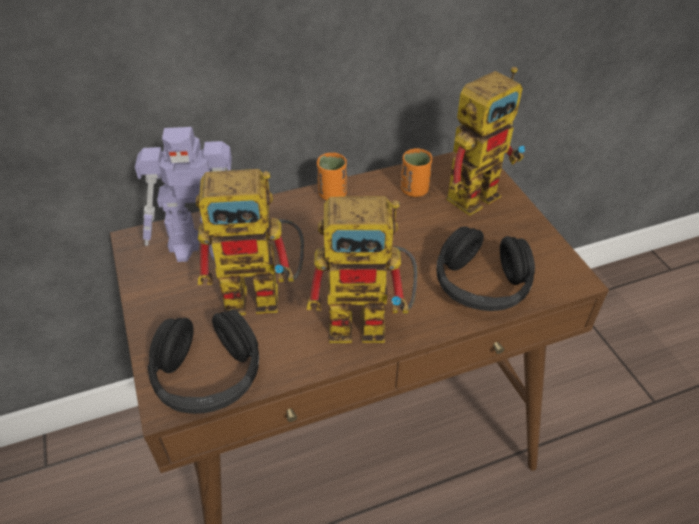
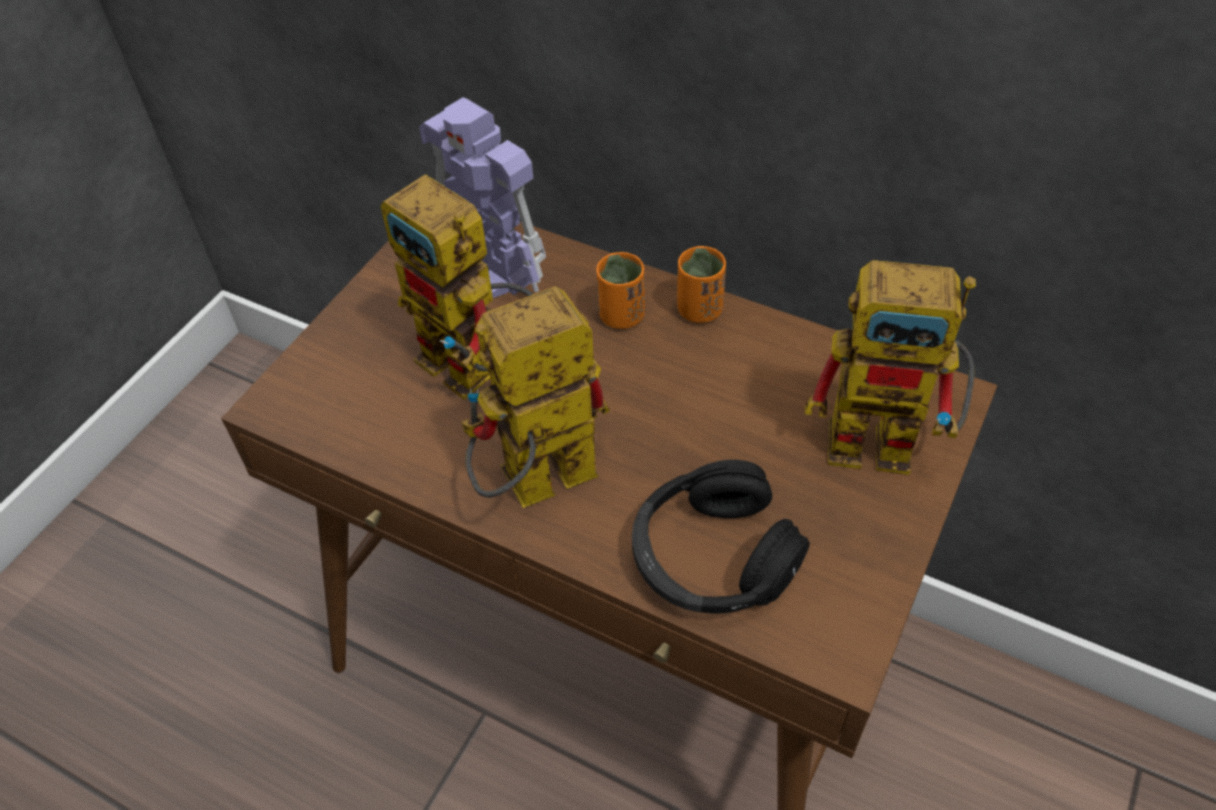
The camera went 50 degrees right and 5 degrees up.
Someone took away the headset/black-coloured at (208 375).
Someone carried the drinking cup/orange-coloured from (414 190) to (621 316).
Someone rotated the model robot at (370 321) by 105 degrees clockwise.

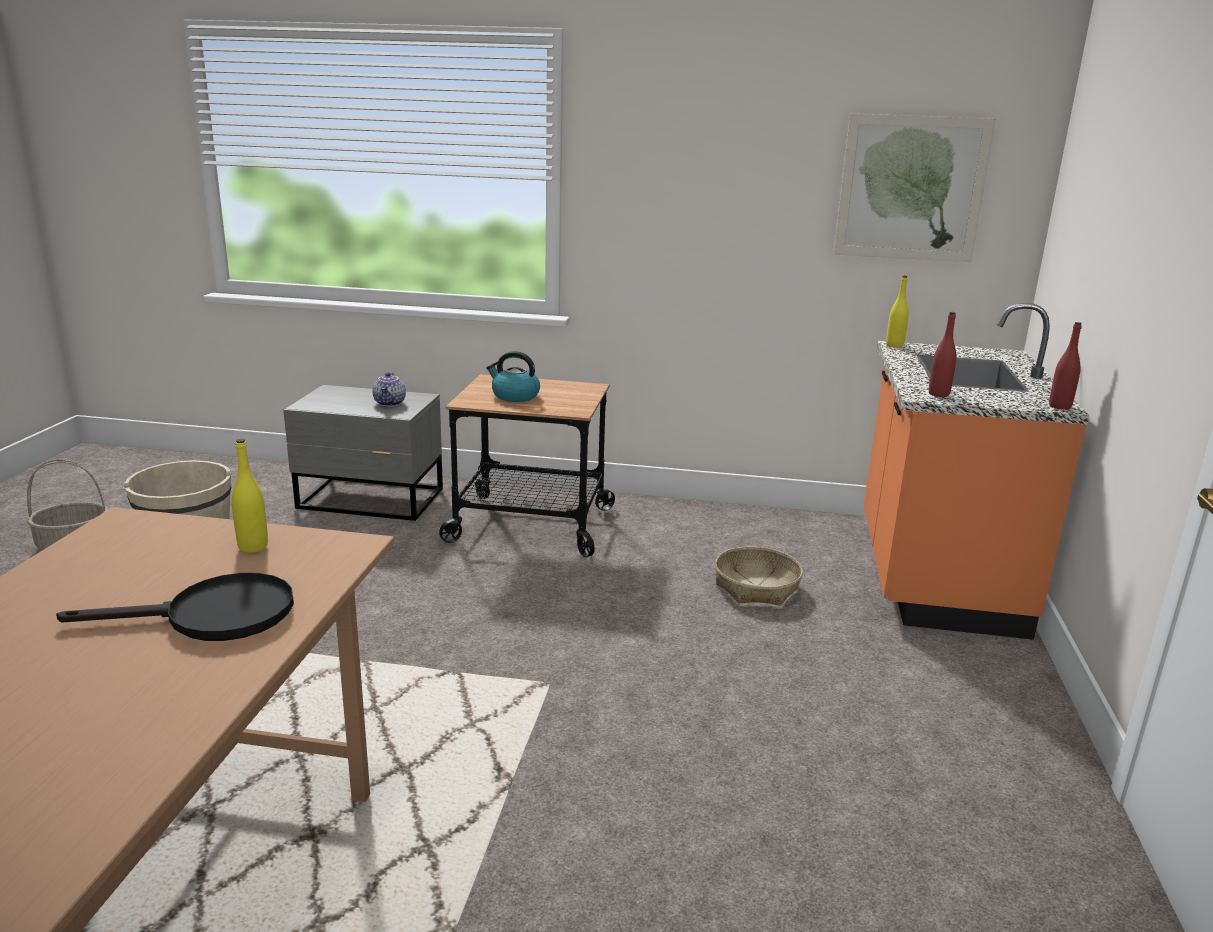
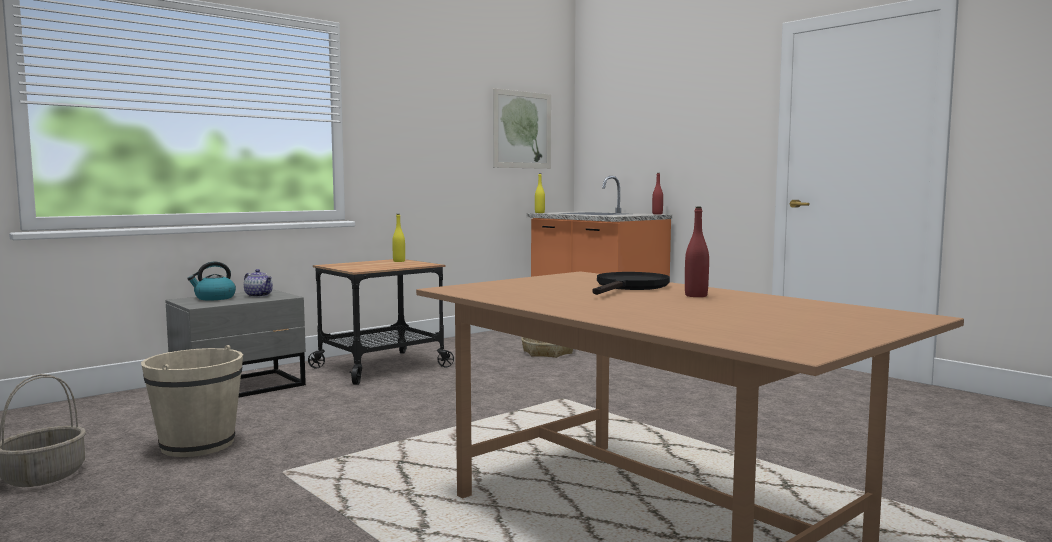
The camera went 50 degrees left and 15 degrees down.
Someone carried the beverage bottle/yellow from (253 547) to (399 261).
Someone carried the kettle from (514 396) to (214 298).
Someone carried the beverage bottle/red-coloured from (938 394) to (696 295).

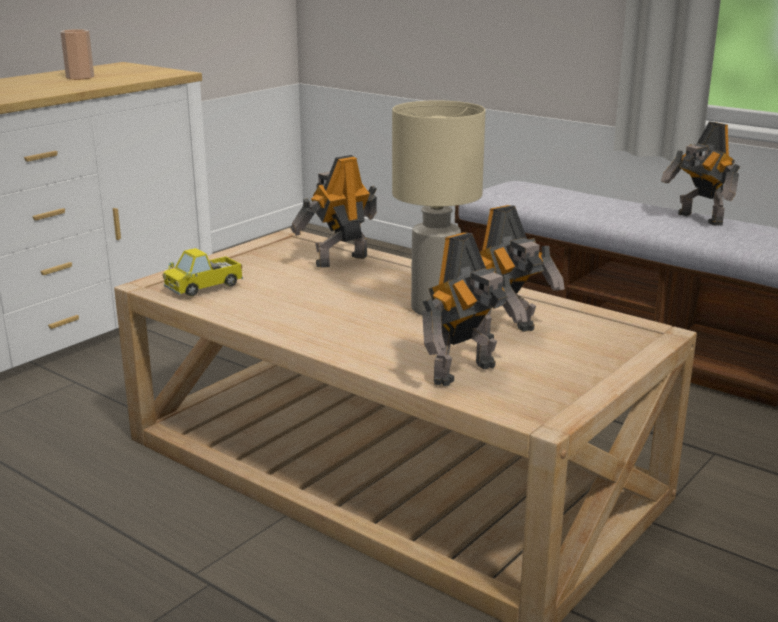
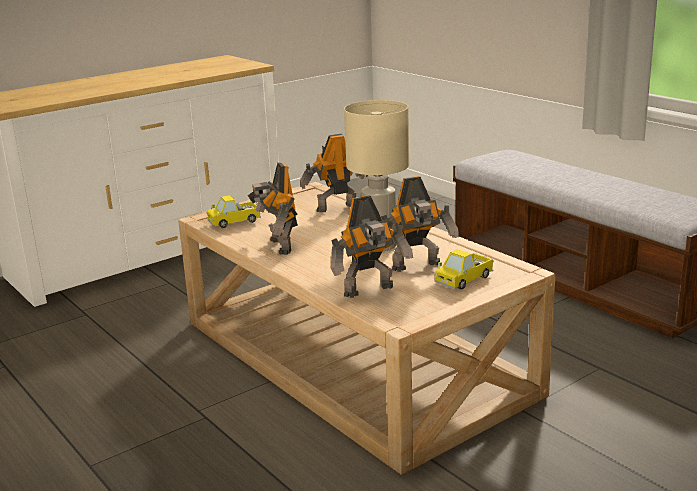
The camera went 15 degrees right and 0 degrees up.
Someone took away the drinking cup at (80 77).
Someone put down the toy truck at (464 280).
Someone carried the model robot from (698 219) to (278 246).

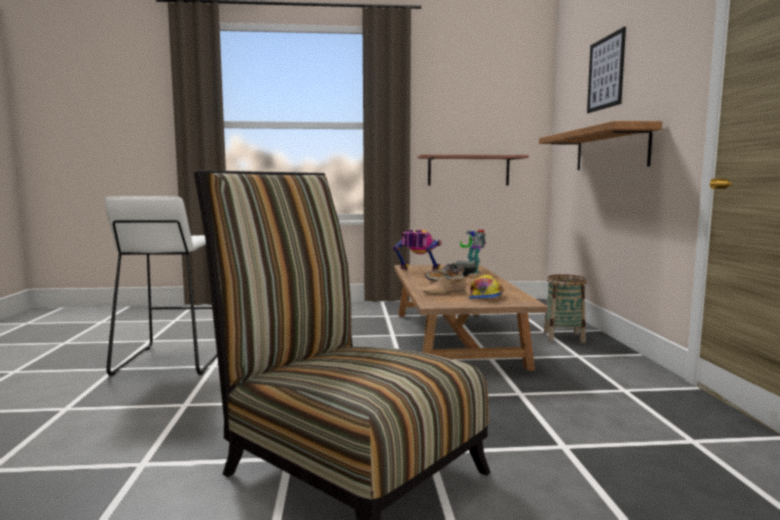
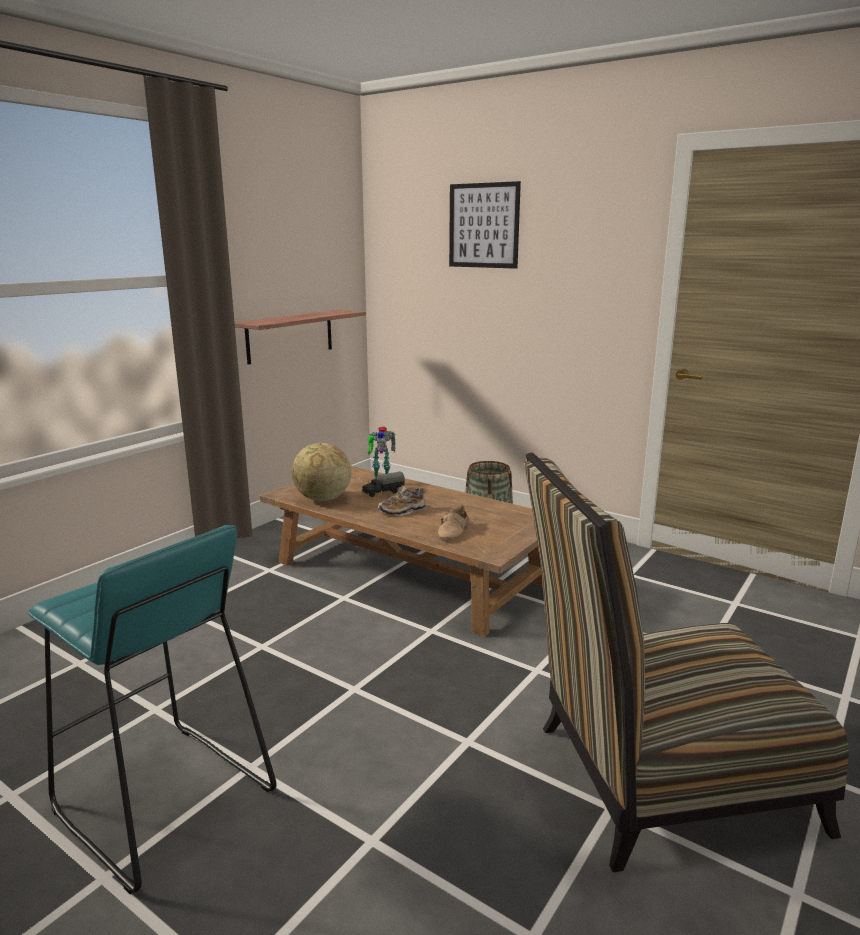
The camera went 50 degrees left and 10 degrees up.
Someone took away the peaked cap at (485 296).
Someone took away the shelf at (610 149).
Someone swapped the model robot at (417 271) for the desk globe at (322 499).
Someone repainted the stool/white at (170 361), which became the stool/turquoise-coloured at (163 802).

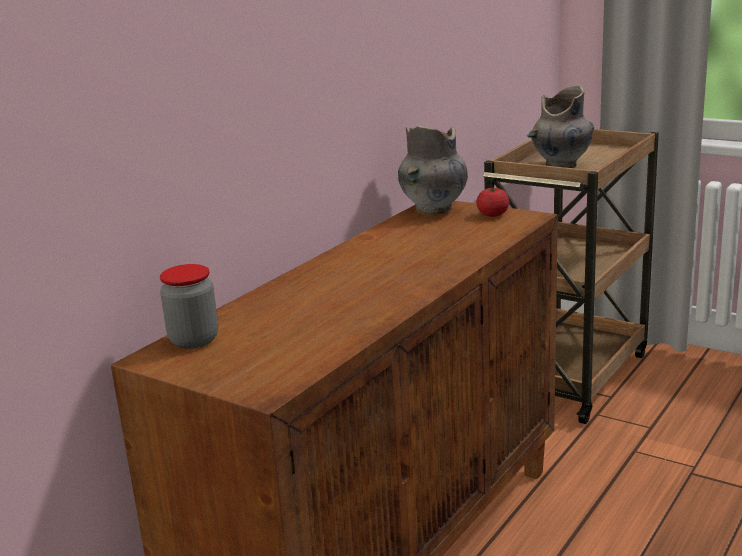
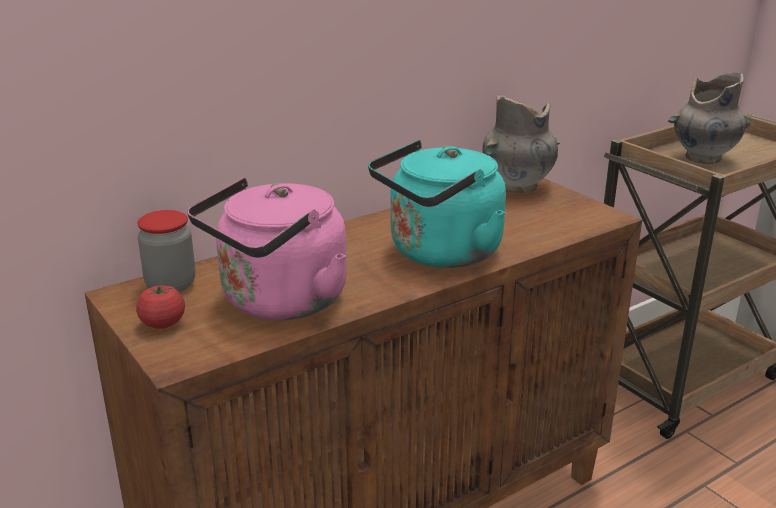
The camera went 20 degrees right and 5 degrees up.
Someone put down the kettle/pinkish at (278 302).
Someone put down the kettle/turquoise-coloured at (440 253).
Someone carried the tomato from (492 215) to (163 323).

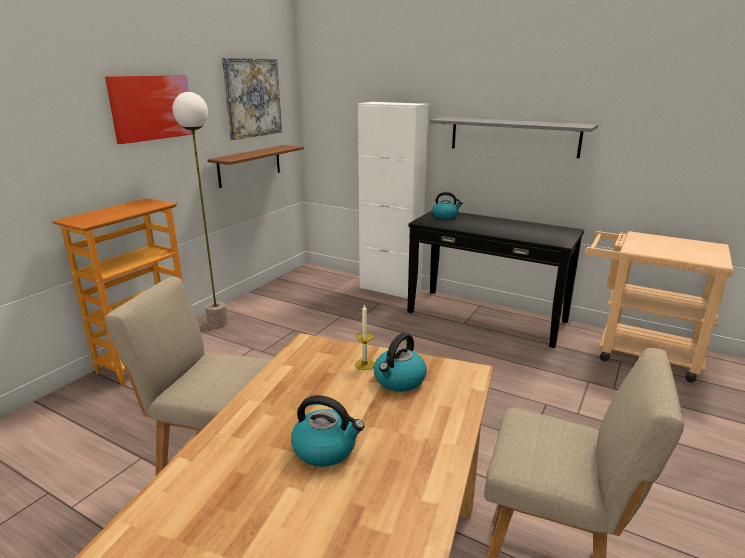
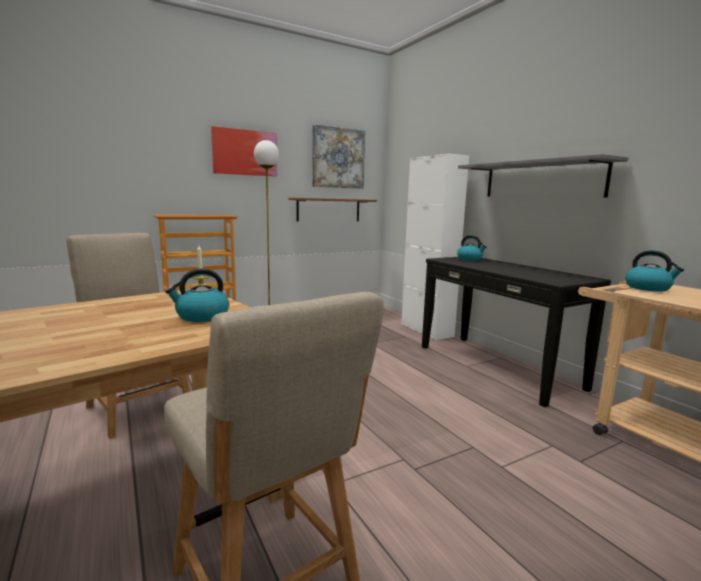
The camera went 30 degrees right and 10 degrees down.
Someone carried the kettle from (326 449) to (648 288).

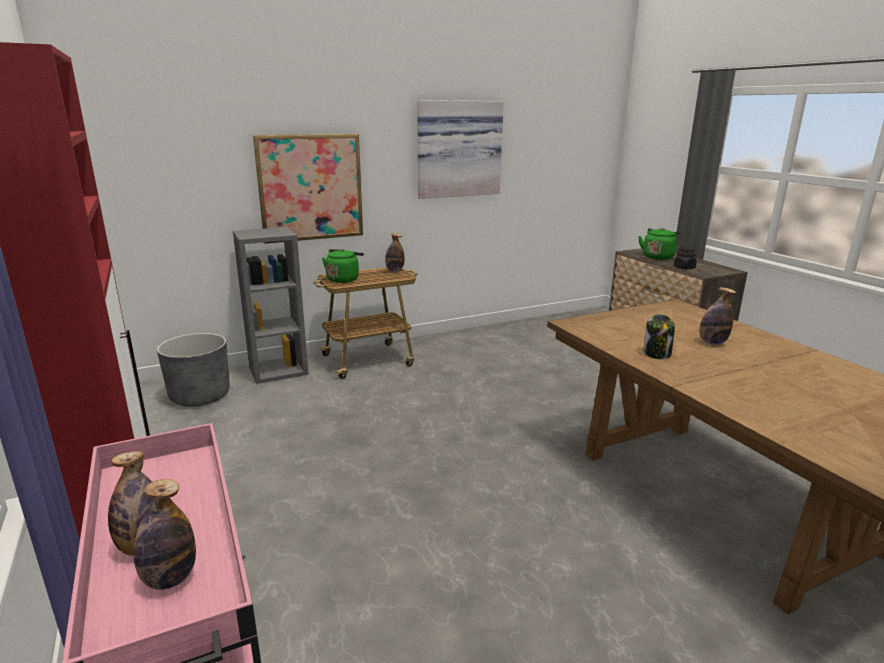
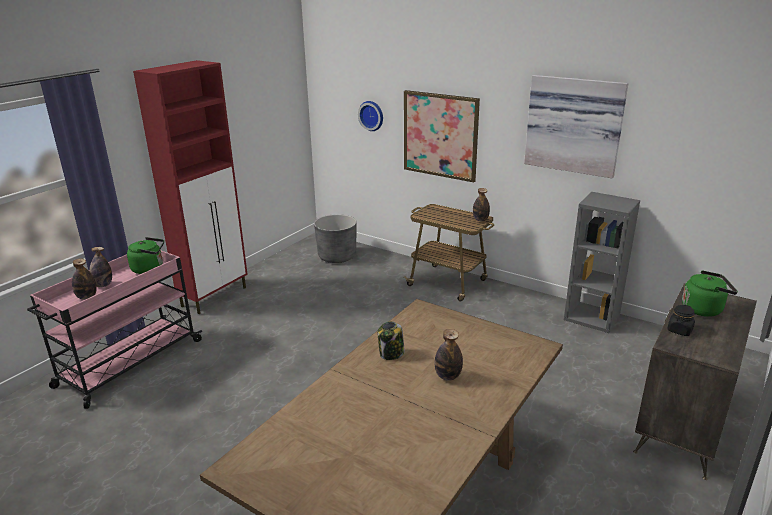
The camera went 60 degrees right and 5 degrees up.
Someone put up the clock on the wall at (372 115).
Someone carried the bookcase/grey from (279 370) to (592 317).
Someone carried the kettle/green-coloured from (343 279) to (150 268).

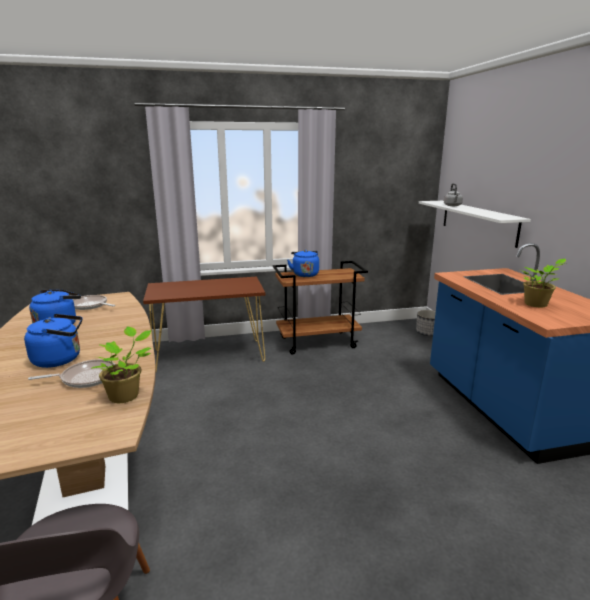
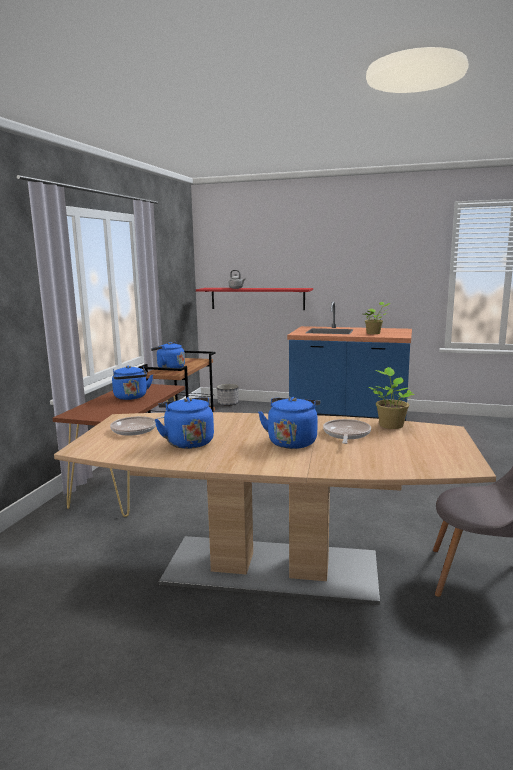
The camera went 60 degrees left and 5 degrees down.
Someone put down the kettle/blue at (131 397).
Someone repainted the shelf/white at (478 222), which became the shelf/red-coloured at (257 298).

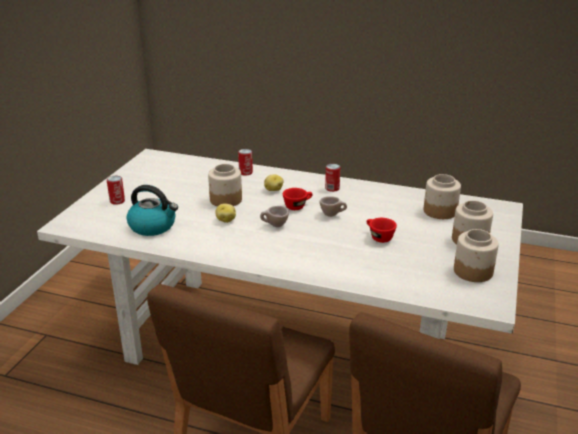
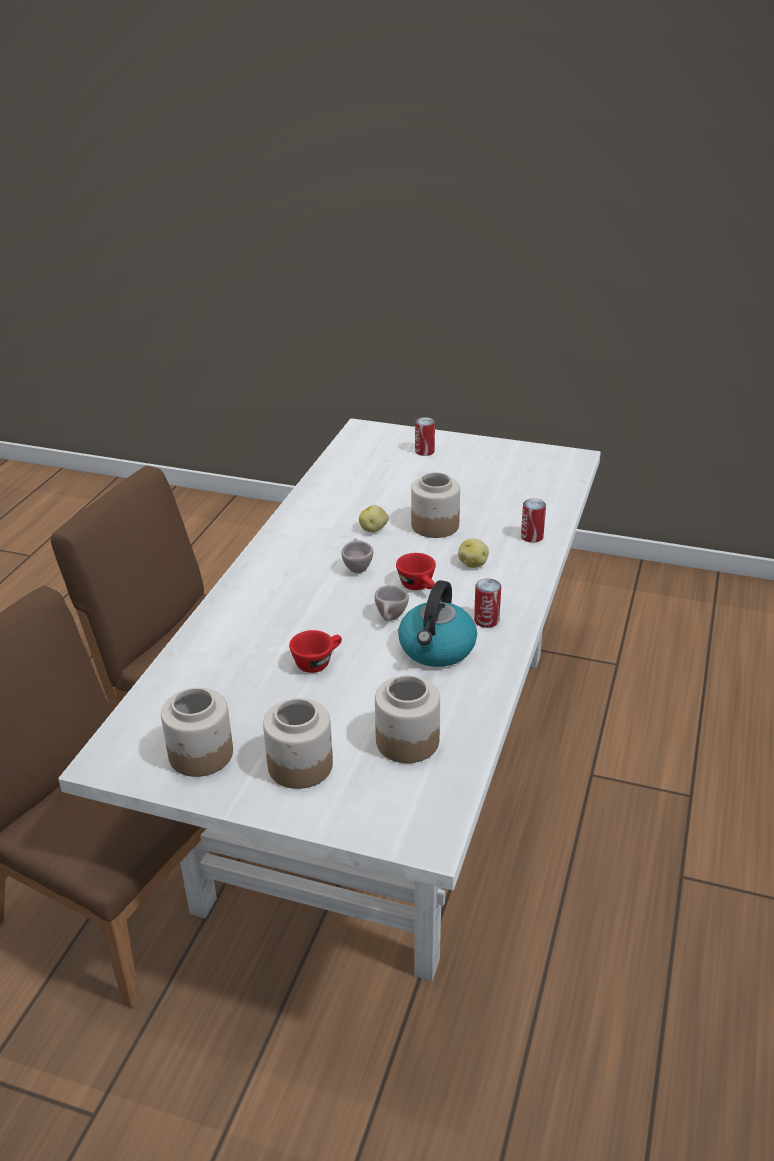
The camera went 90 degrees right and 5 degrees up.
Someone carried the kettle from (153 226) to (437 649).

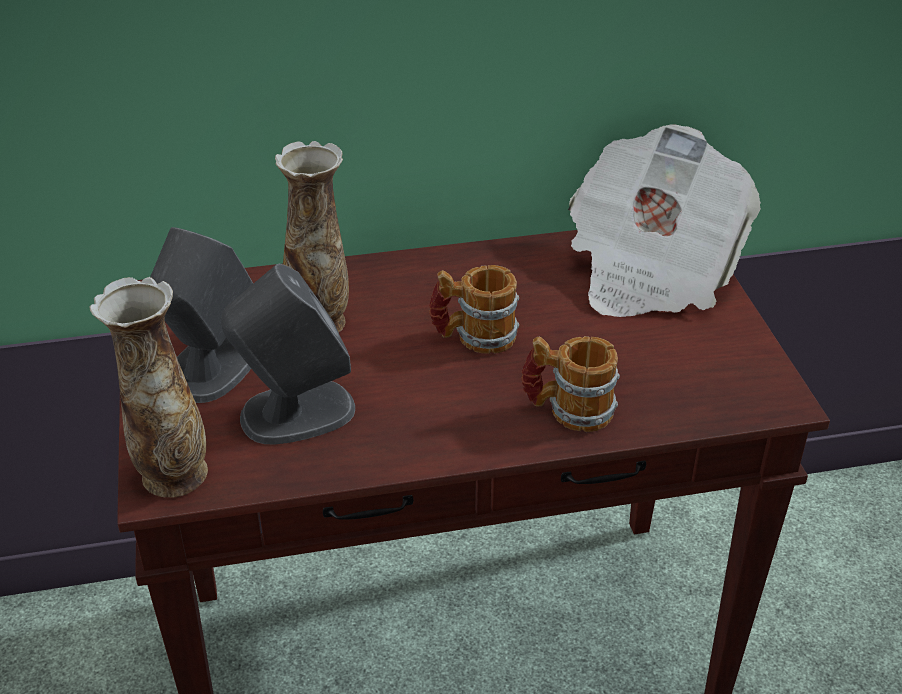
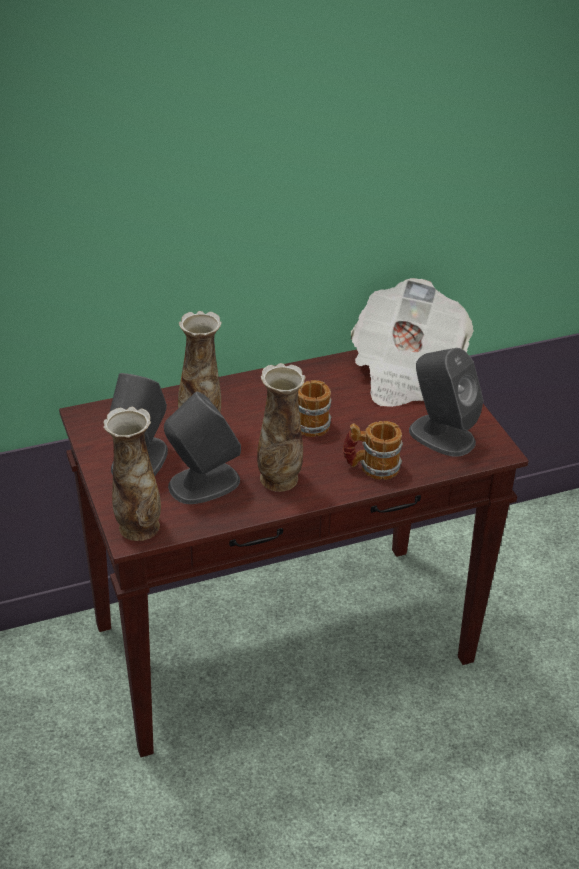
The camera went 10 degrees left and 0 degrees up.
Someone put down the decorative vase at (279 479).
Someone put down the speaker/grey at (441 435).

